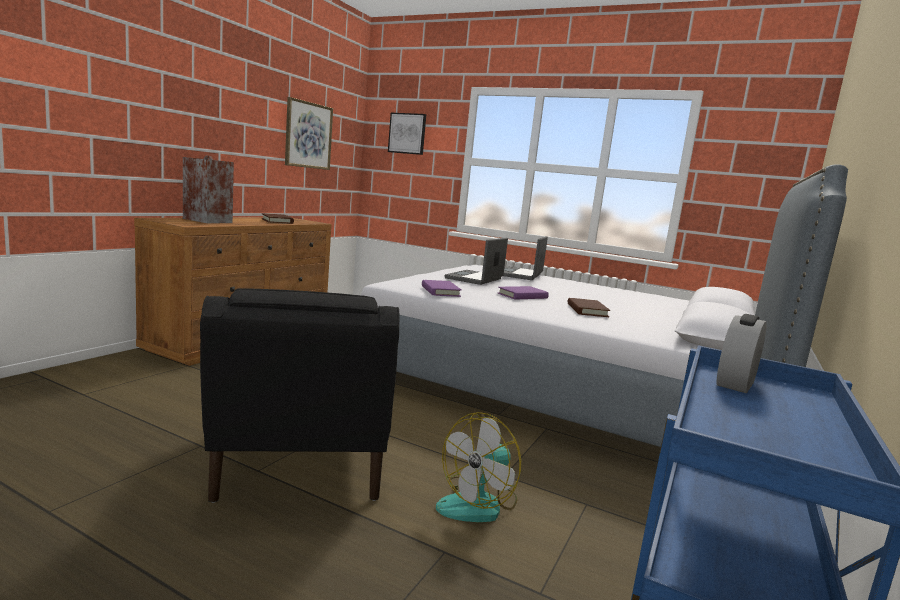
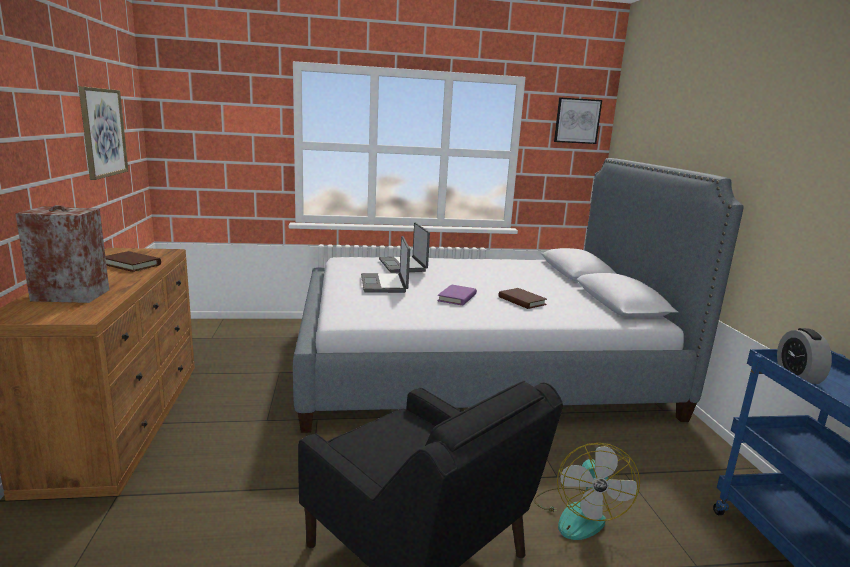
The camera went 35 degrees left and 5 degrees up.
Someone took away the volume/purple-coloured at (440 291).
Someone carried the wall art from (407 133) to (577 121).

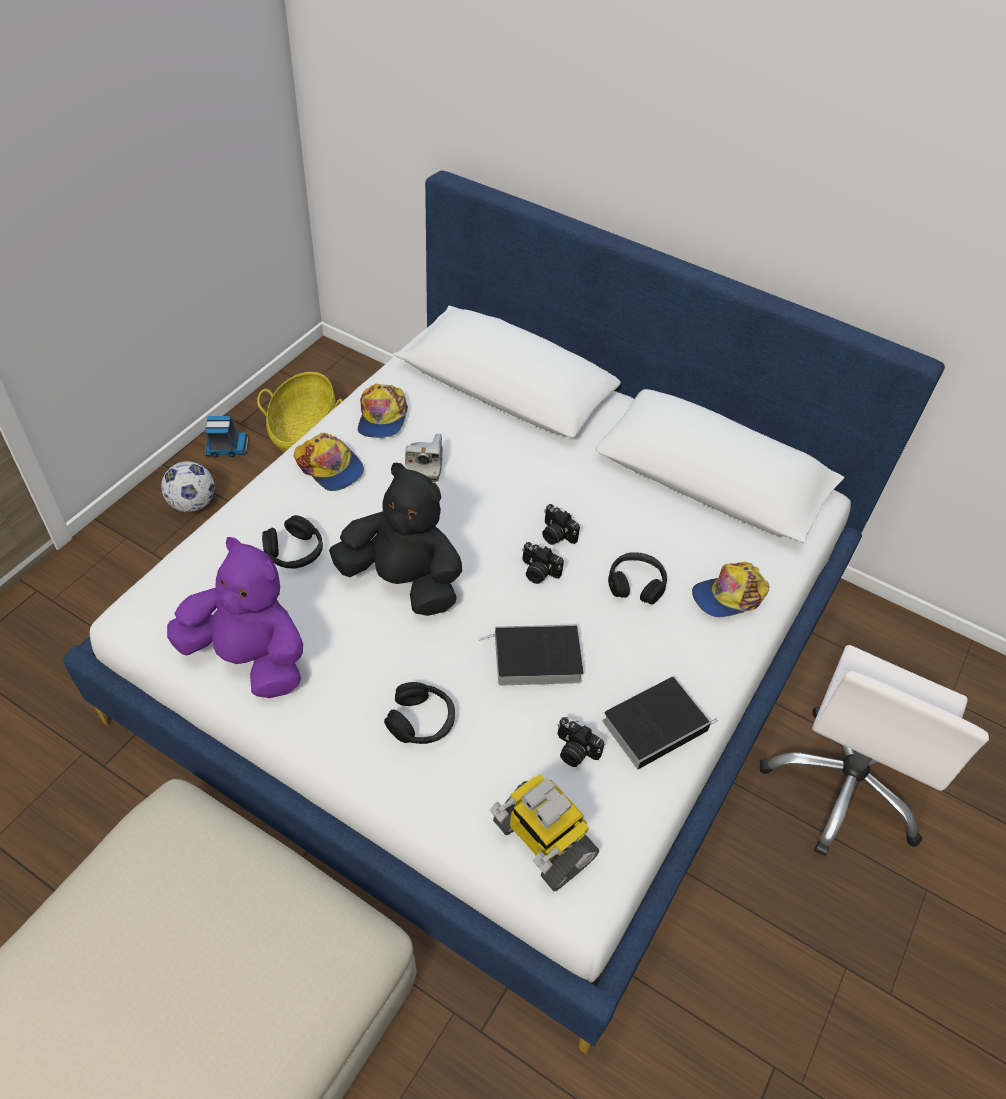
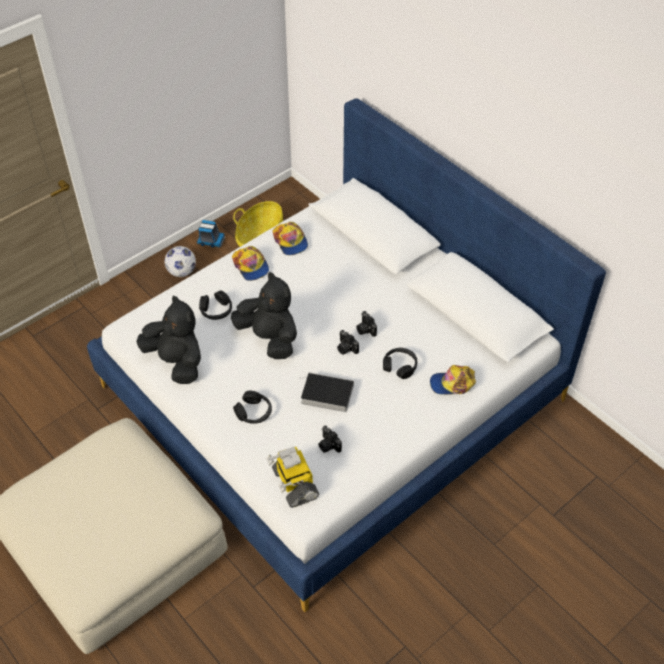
The camera went 20 degrees right and 0 degrees up.
Someone took away the photo camera at (424 465).
Someone took away the volume at (656 723).
Someone took away the desk chair/white at (844 785).
Someone repainted the cuddly toy/purple-coloured at (250 658), which became the cuddly toy/black-coloured at (176 362).
Someone rotated the peaked cap at (382 417) by 45 degrees counterclockwise.

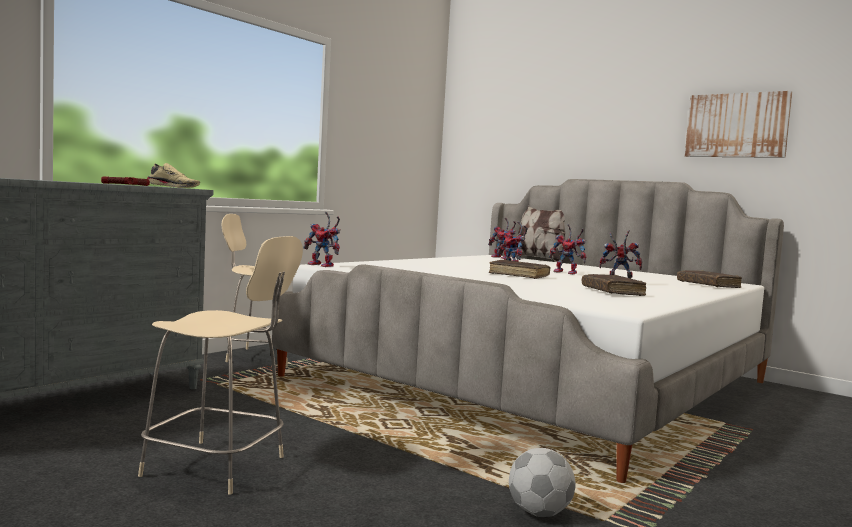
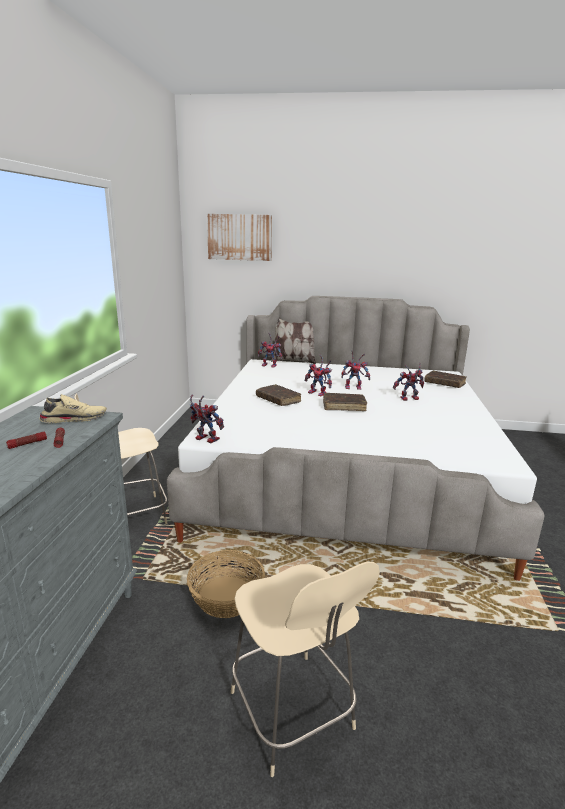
The camera went 30 degrees left and 15 degrees up.
Someone took away the ball for football at (539 513).
Someone put down the storage basket at (226 597).
Someone carried the volume/brownish from (612 292) to (278 400).
Someone carried the wall art from (736 125) to (239 237).
Someone rotated the plain chair/beige-coloured at (219 467) by 75 degrees clockwise.
Someone rotated the model robot at (324 265) by 150 degrees counterclockwise.

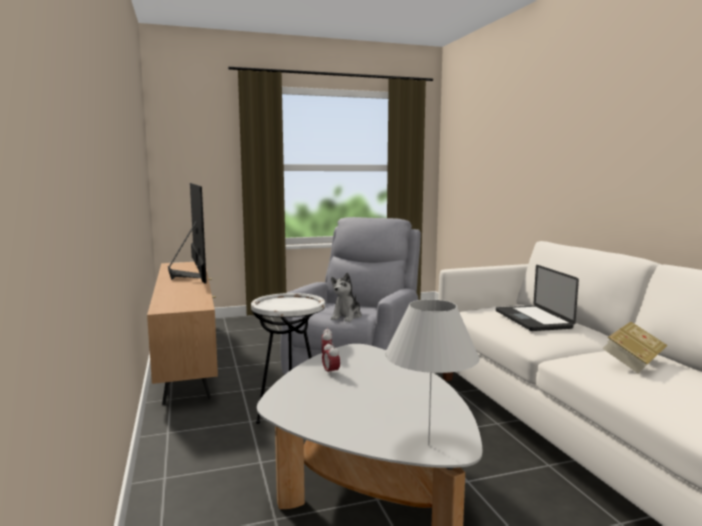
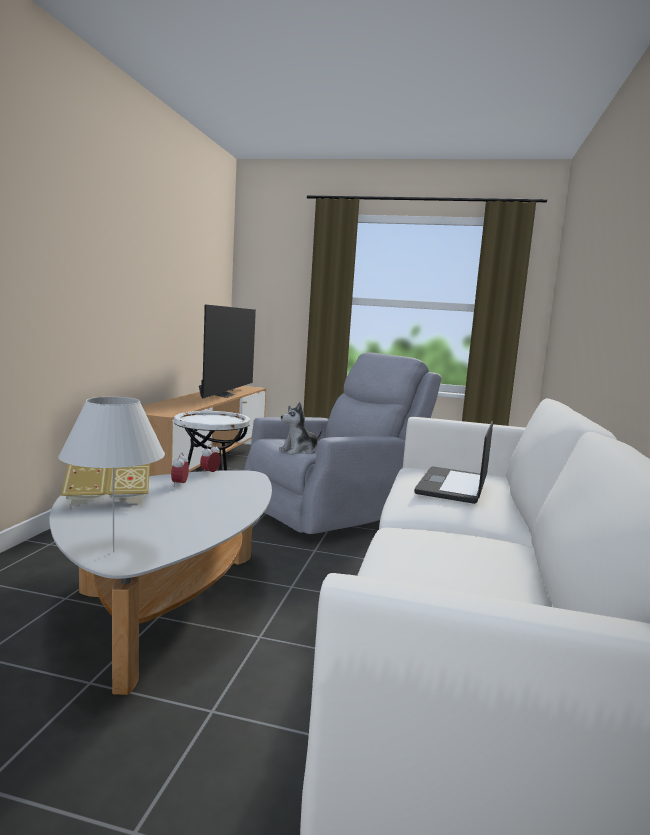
The camera went 30 degrees right and 0 degrees up.
Someone carried the volume from (633 362) to (108 501).

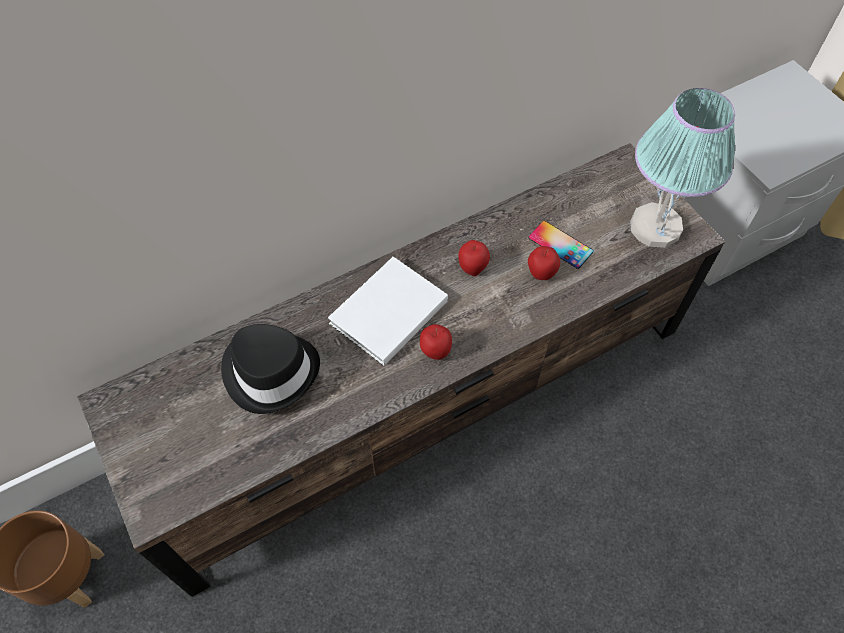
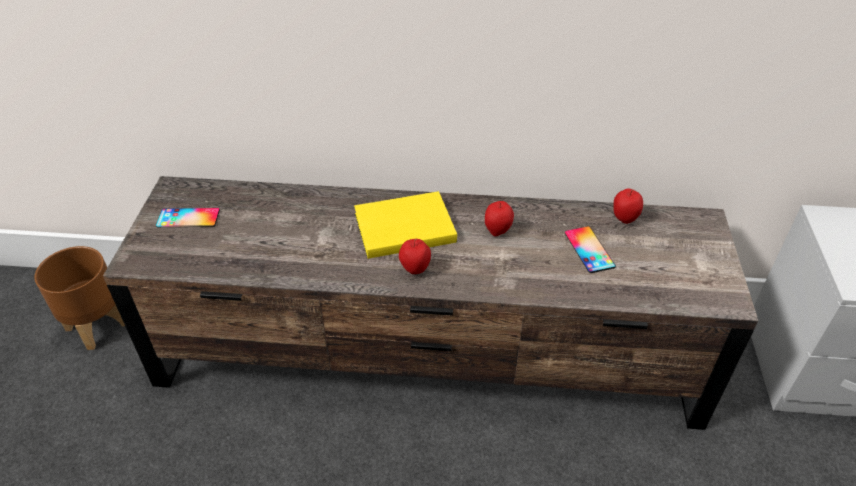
The camera went 35 degrees right and 15 degrees down.
Someone took away the wearable hat/black-coloured at (271 371).
Someone took away the table lamp at (654 226).
Someone put down the phone at (188 218).
Someone carried the apple from (541 274) to (624 219).
Someone repainted the volume/white at (385 313), which became the volume/yellow at (401 227).

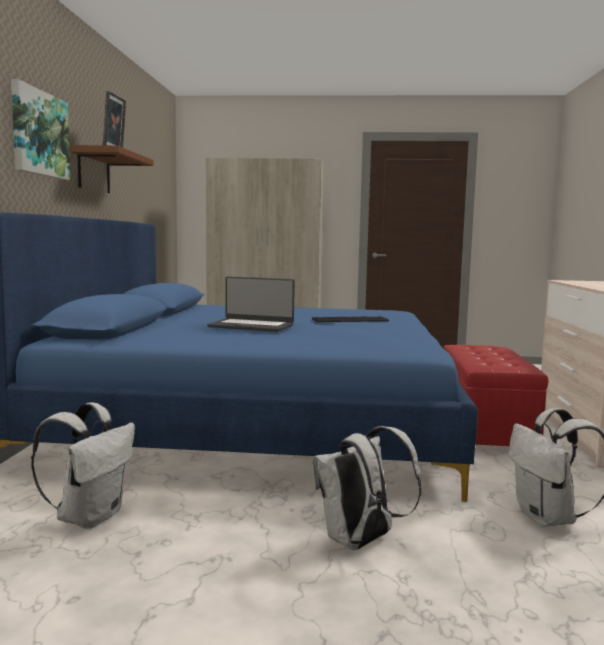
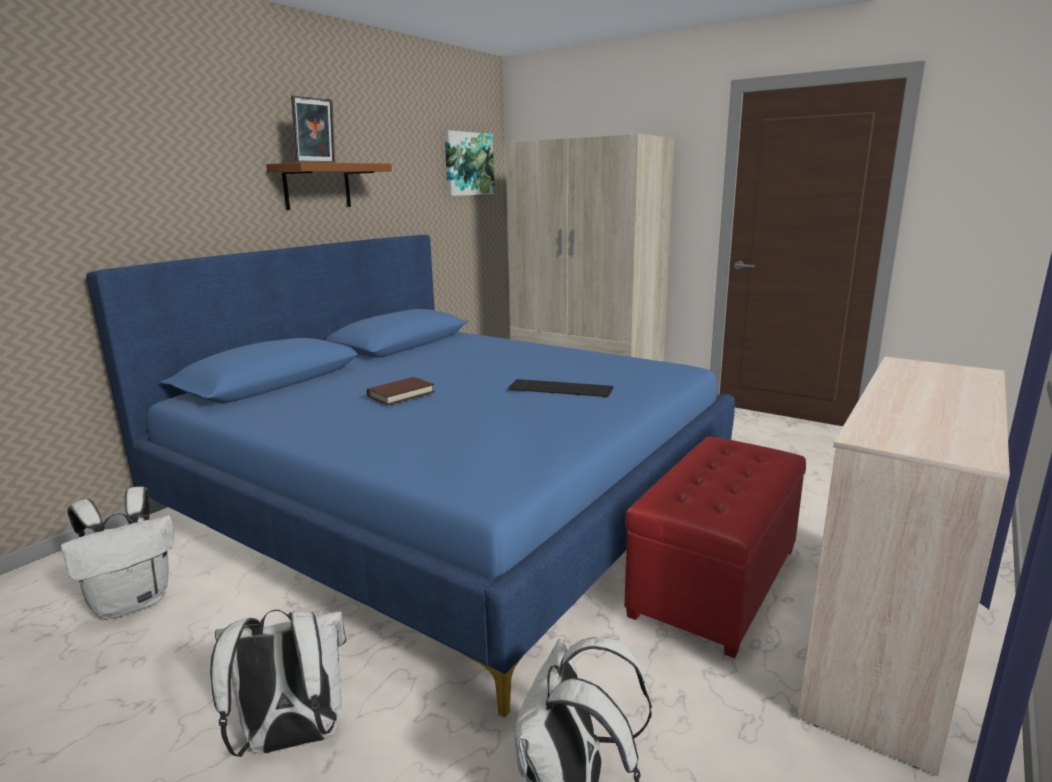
The camera went 30 degrees right and 10 degrees up.
Someone carried the wall art from (39 133) to (468 164).
Someone swapped the laptop at (251 326) for the volume/brownish at (401 394).

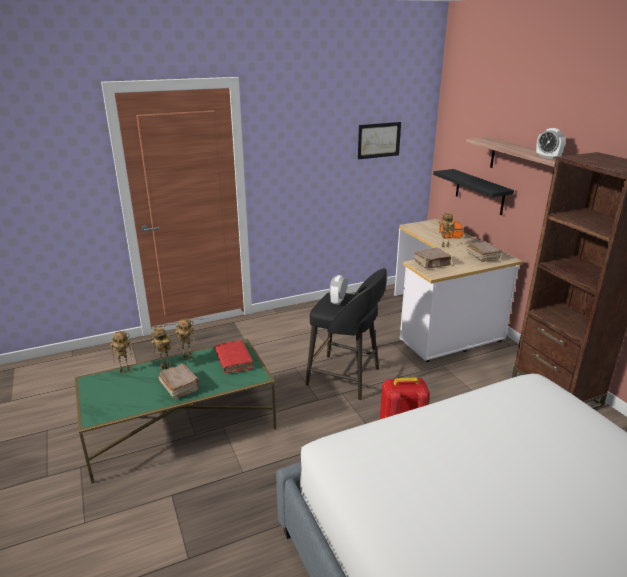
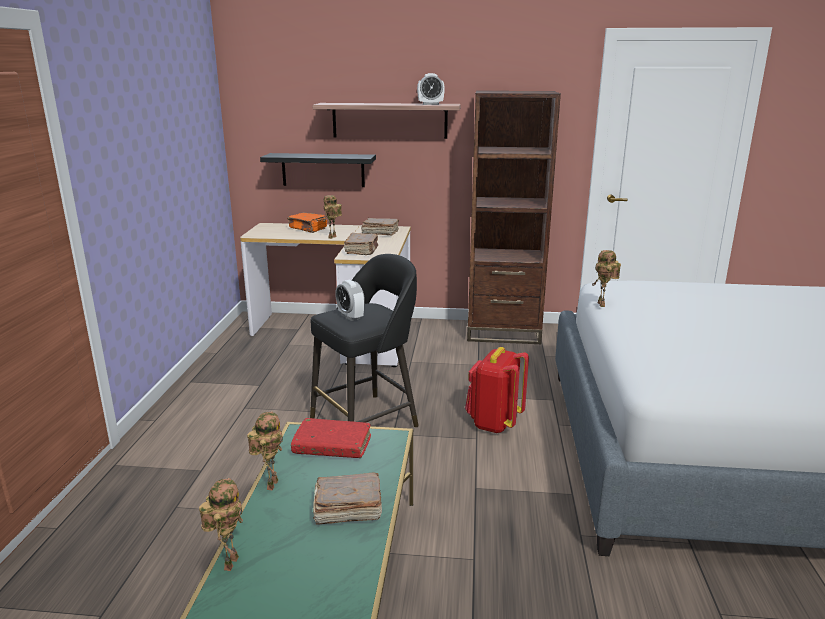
The camera went 60 degrees left and 5 degrees down.
Someone took away the wall art at (379 140).
Someone carried the model robot from (165 368) to (603 305).

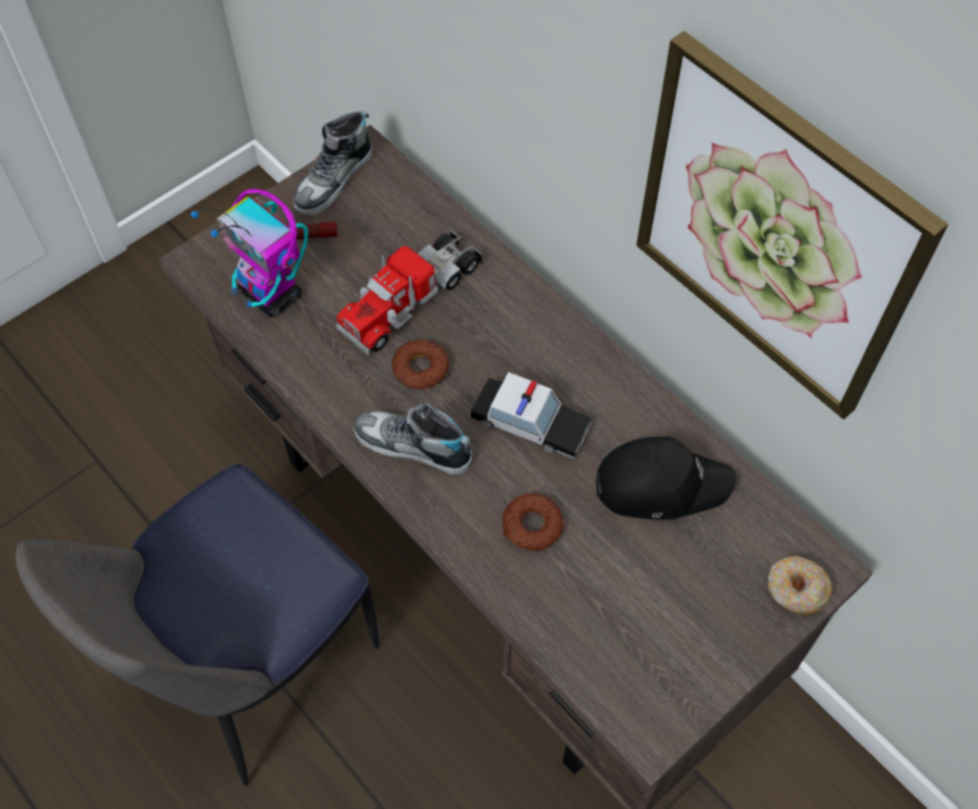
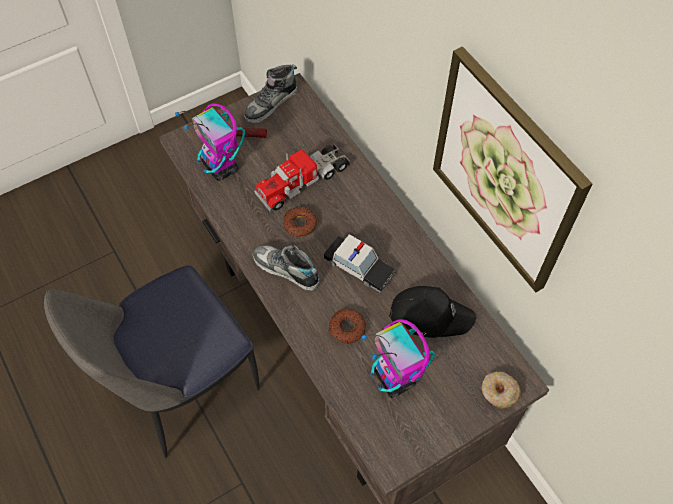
The camera went 10 degrees right and 0 degrees up.
Someone put down the model robot at (395 379).

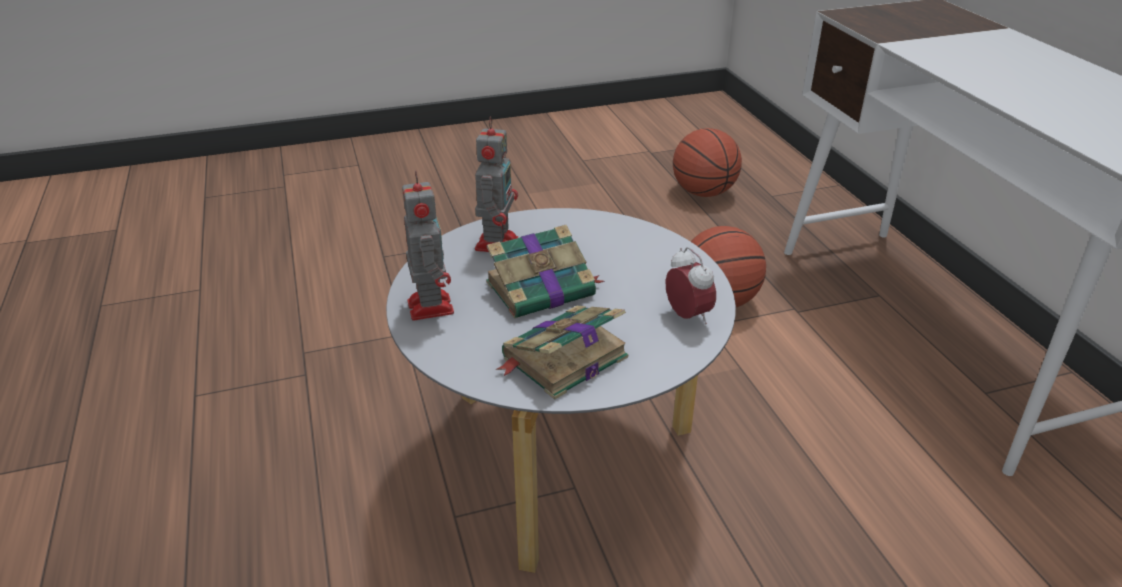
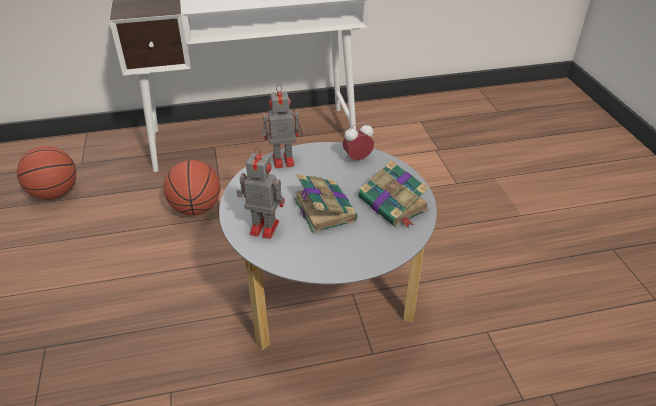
The camera went 85 degrees left and 5 degrees up.
Someone carried the model robot from (430 305) to (281 160).

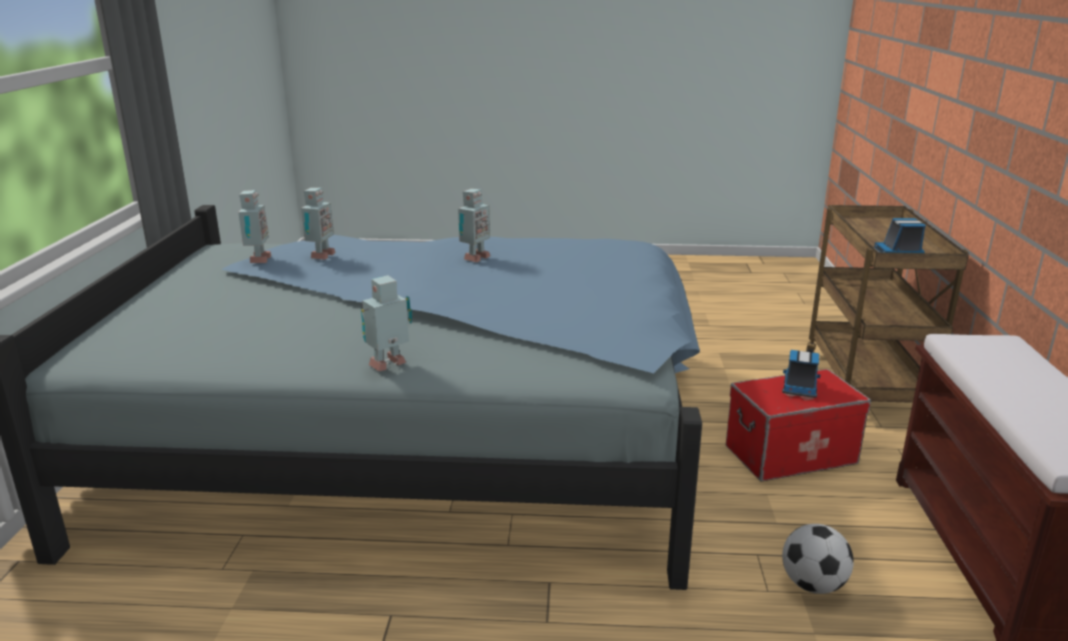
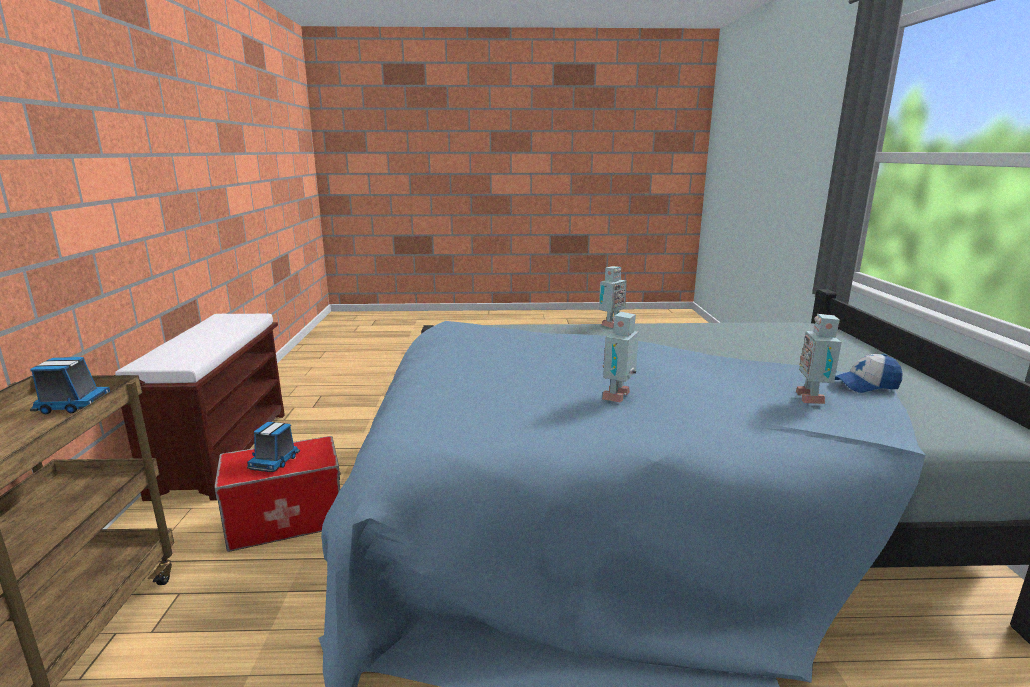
The camera went 175 degrees right and 5 degrees down.
Someone took away the ball for football at (813 585).
Someone swapped the model robot at (258 260) for the peaked cap at (866 385).

